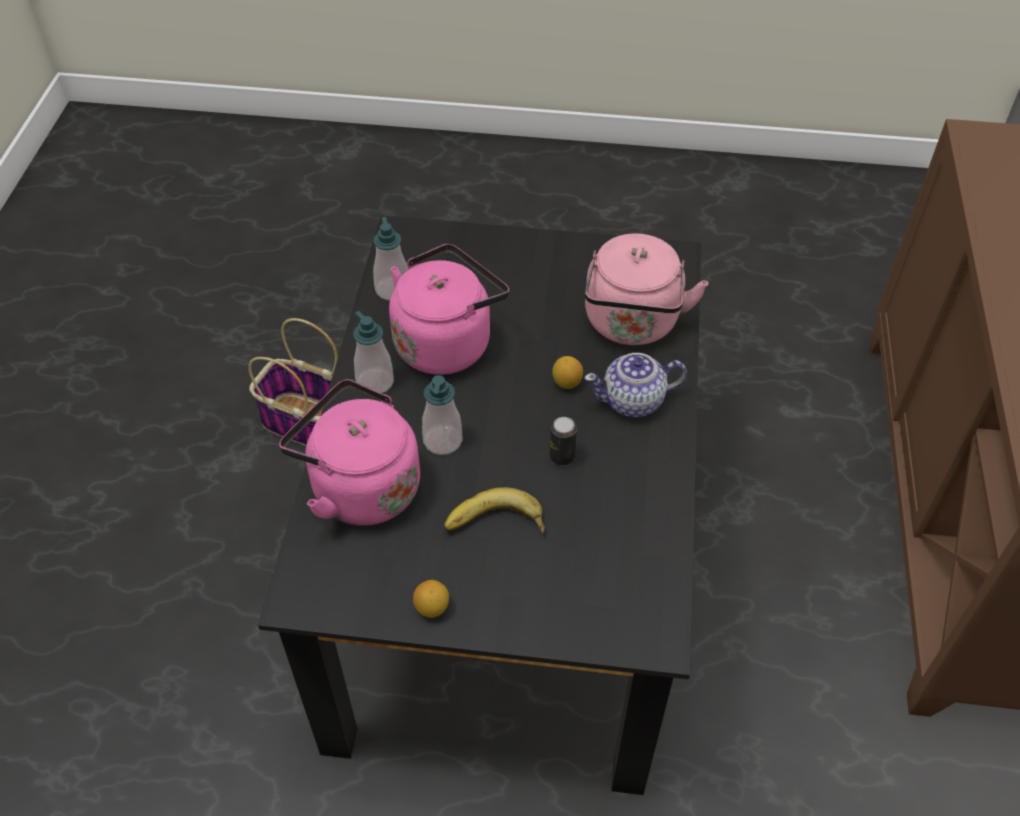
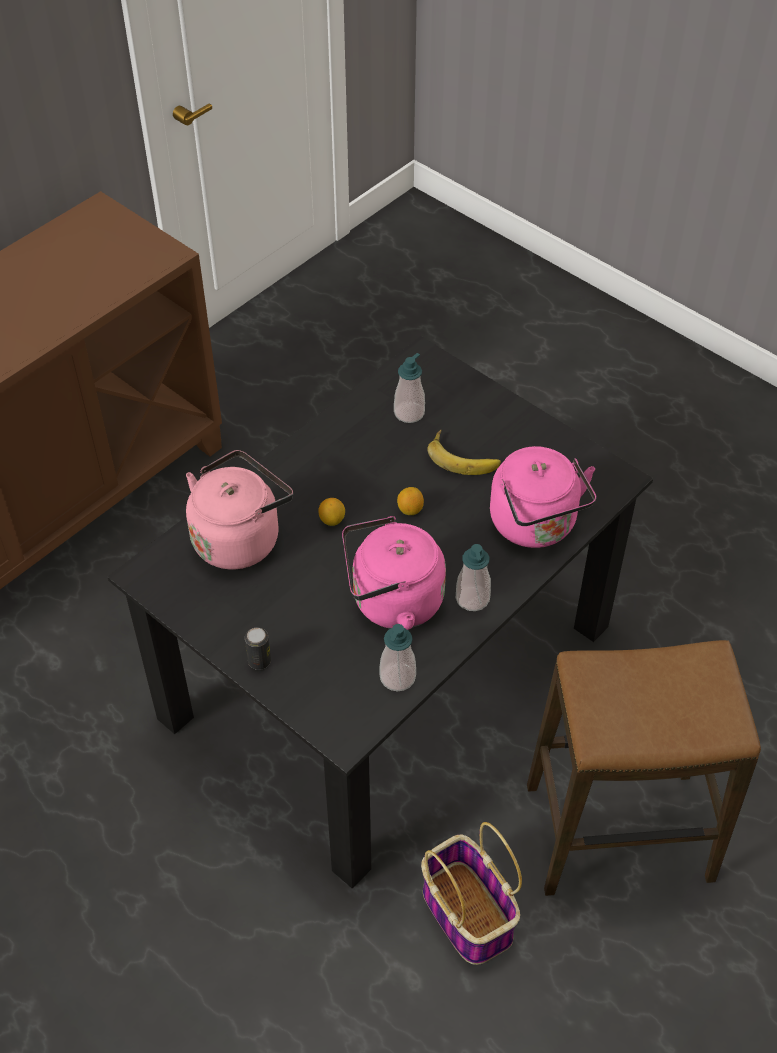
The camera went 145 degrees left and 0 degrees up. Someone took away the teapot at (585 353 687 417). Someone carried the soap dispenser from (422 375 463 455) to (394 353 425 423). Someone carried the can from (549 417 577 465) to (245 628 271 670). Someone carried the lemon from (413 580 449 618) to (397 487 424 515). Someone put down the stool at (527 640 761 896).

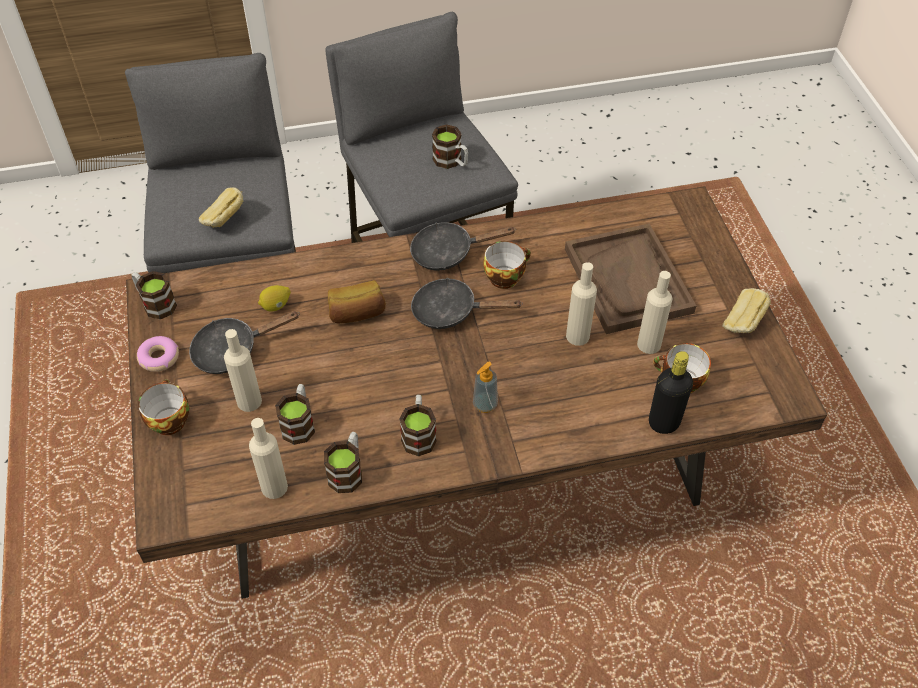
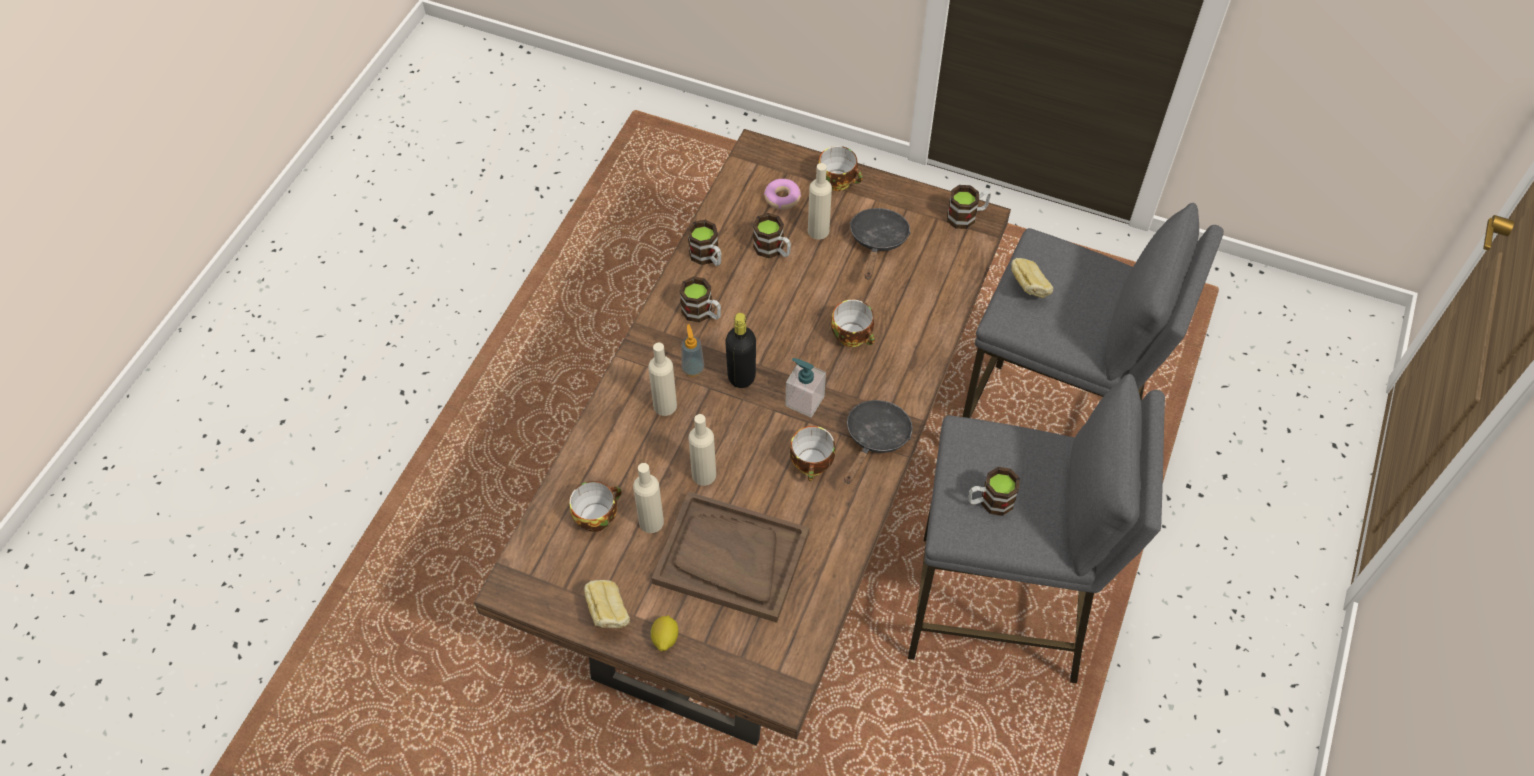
The camera went 125 degrees right and 5 degrees up. Someone swapped the frying pan (black) at (411 278 523 329) for the soap dispenser at (786 358 826 417). Someone swapped the bread at (328 280 386 324) for the cup at (831 299 875 347). Someone carried the lemon from (258 285 291 311) to (651 615 678 651). Someone carried the donut from (137 336 179 372) to (764 179 801 210). Someone carried the bottle (black) from (649 351 693 434) to (725 313 756 388). Someone carried the bottle (beige) from (249 418 288 499) to (648 343 677 416).

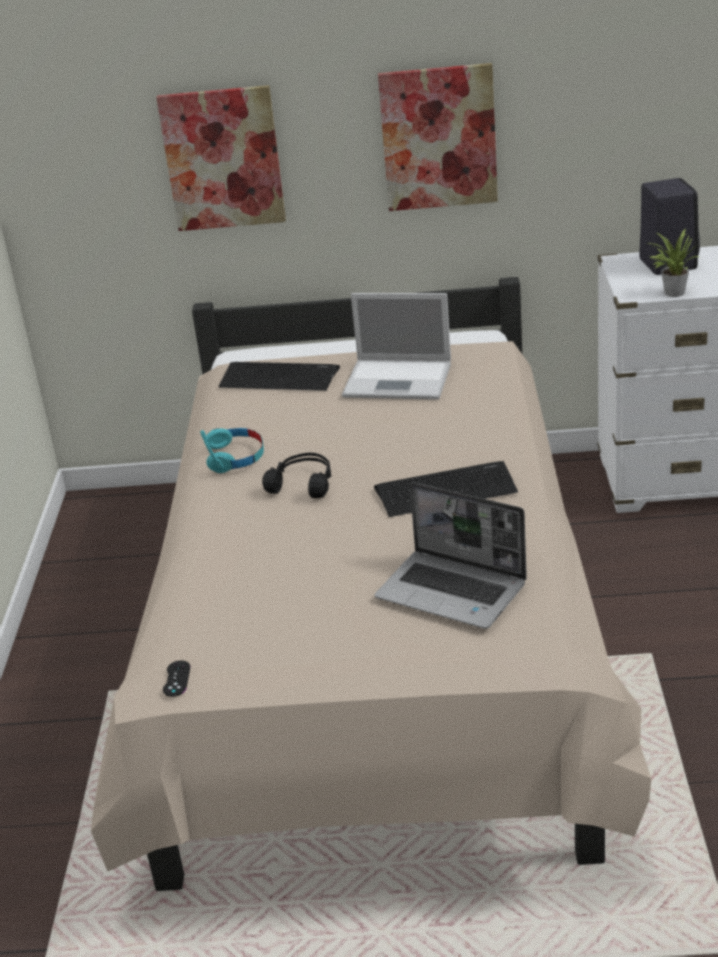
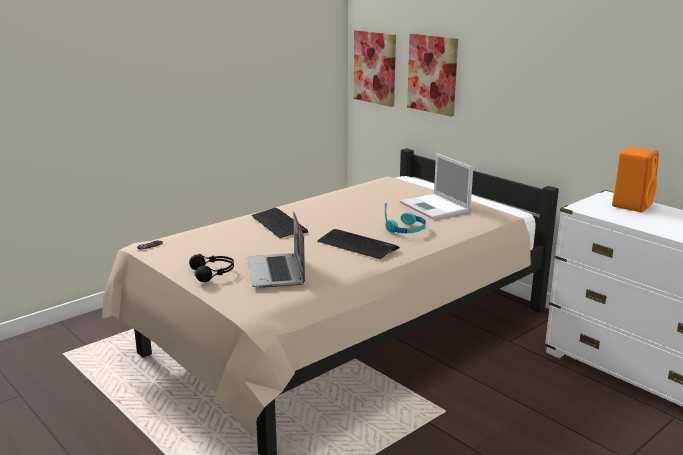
The camera went 45 degrees right and 10 degrees down. Someone carried the picture from (378 63 498 211) to (354 30 396 107). Someone repainted the speaker (black) at (639 178 700 275), which became the speaker (orange) at (612 146 659 212). Someone took away the potted plant at (646 229 699 297). Someone carried the keyboard from (219 362 340 391) to (252 208 308 238). Someone carried the headphones (turquoise) from (200 428 264 473) to (385 203 426 233). Someone carried the headphones (black) from (262 453 331 498) to (189 254 234 282).

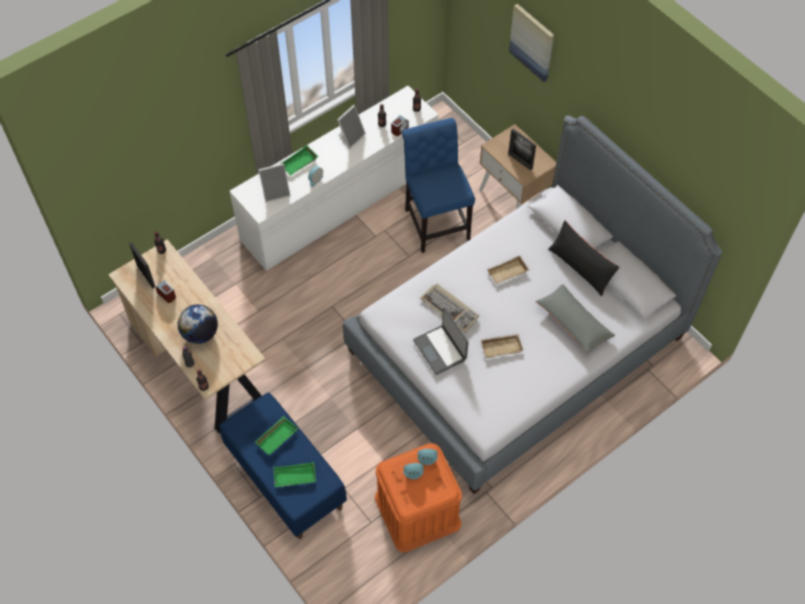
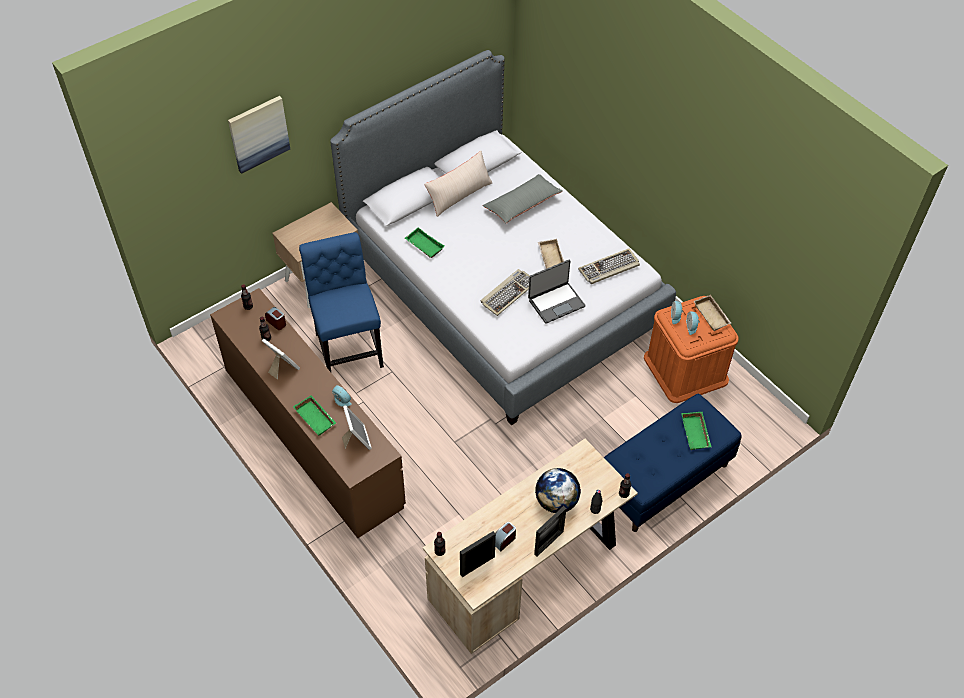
The camera went 90 degrees left and 5 degrees down. Someone repainted the dresser (white) at (230 86 439 271), which became the dresser (brown) at (210 288 406 538). Someone rotated the chair (blue) at (402 118 475 253) by 90 degrees clockwise. Someone carried the picture frame from (508 129 536 170) to (534 506 567 557). Someone repainted the pillow (black) at (549 220 619 296), which became the pillow (beige) at (424 151 492 217). Someone carried the tray (beige) from (487 255 529 285) to (694 295 732 331). Someone carried the tray (green) from (255 416 298 455) to (405 227 444 258). Someone put down the keyboard at (578 249 640 284).

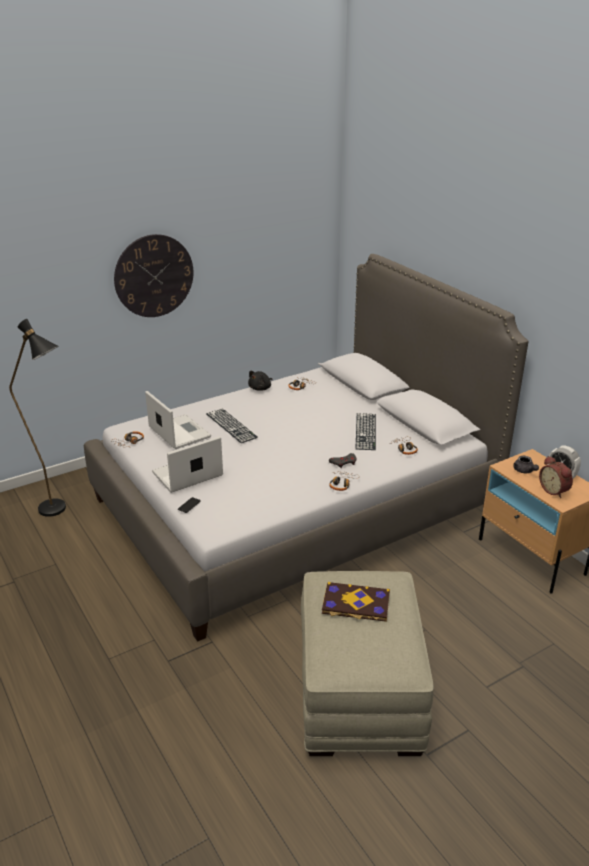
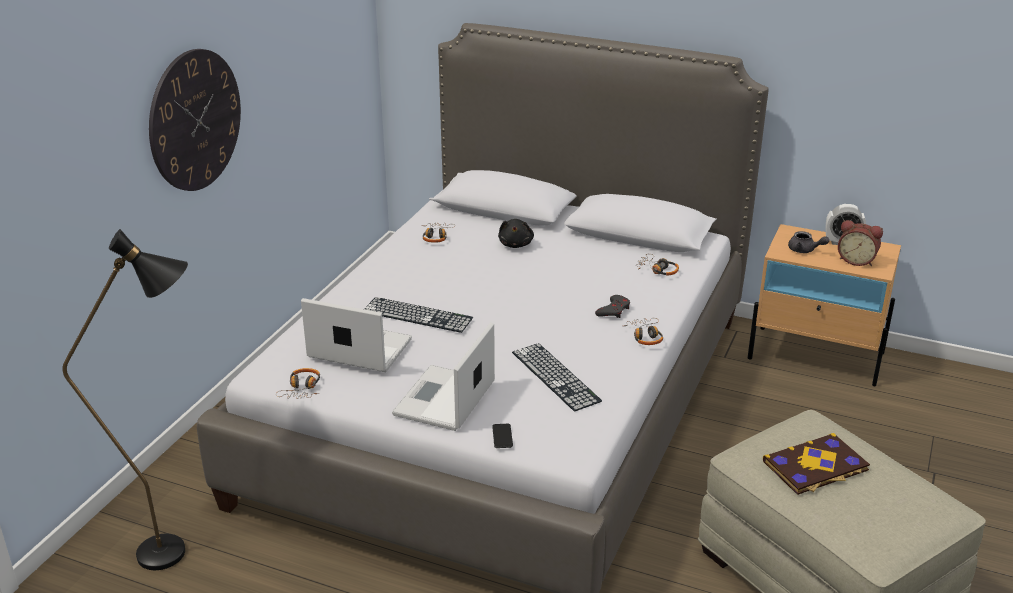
The camera went 35 degrees left and 0 degrees up. Someone carried the plush toy (black) from (248 371 273 391) to (498 219 534 248). Someone carried the keyboard from (355 413 376 450) to (512 343 602 411).

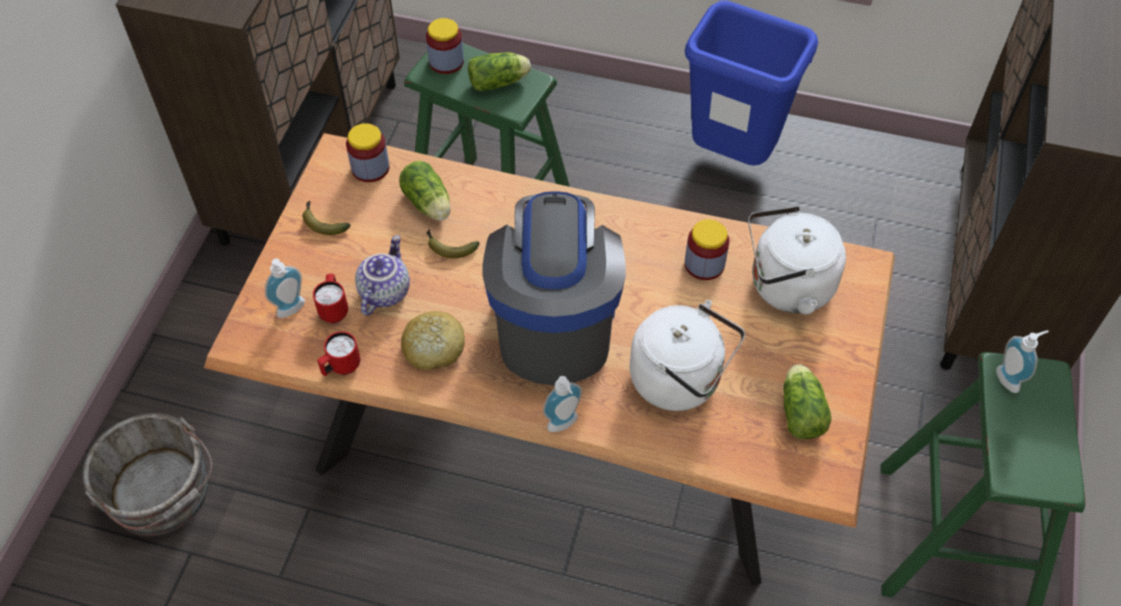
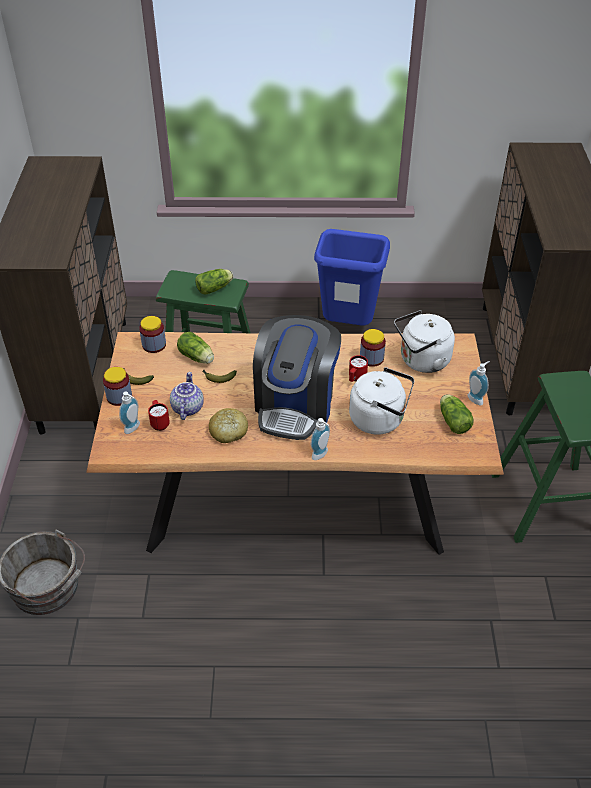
The camera went 15 degrees left and 10 degrees down. Someone carried the jar from (426 18 464 74) to (103 367 132 406). Someone rotated the coffee machine at (482 192 626 385) by 150 degrees counterclockwise. Someone carried the soap dispenser from (996 330 1049 393) to (468 361 490 405). Someone carried the mug (red) from (317 331 360 376) to (349 355 368 382).

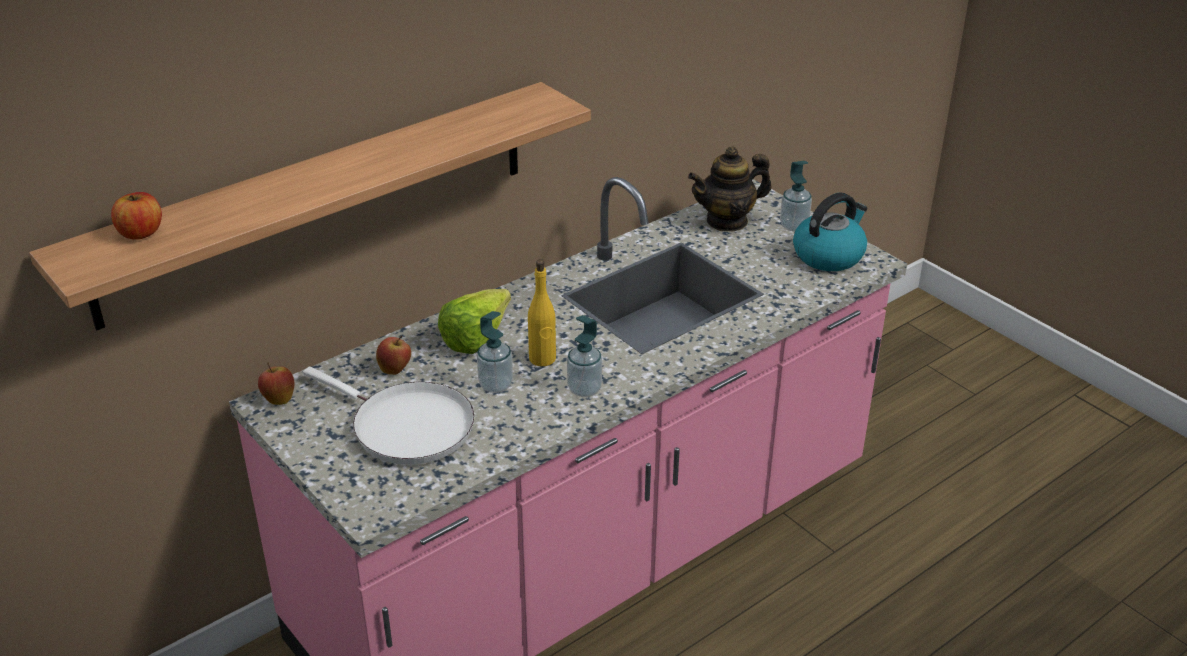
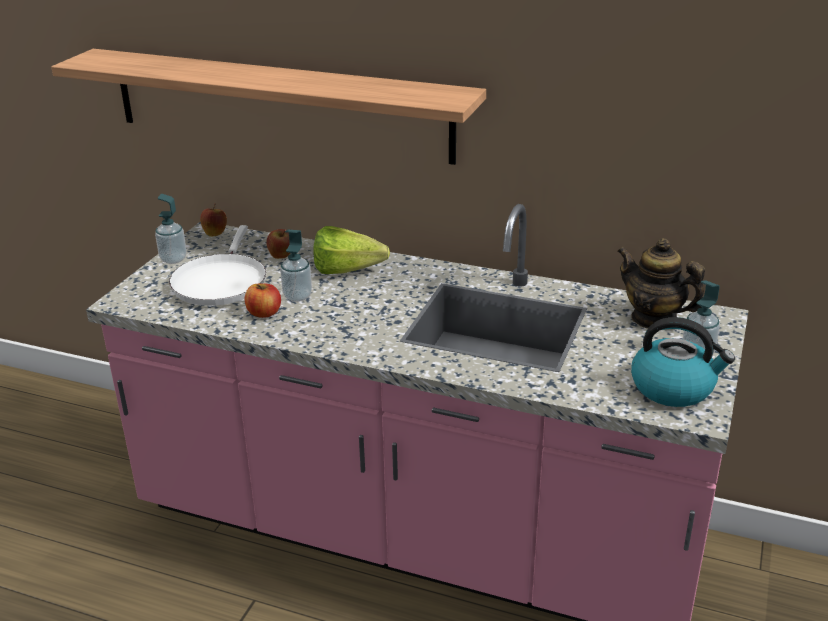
The camera went 60 degrees right and 5 degrees down. Someone carried the apple from (111 192 162 240) to (245 283 281 318). Someone took away the bottle (yellow) at (528 259 556 366). Someone carried the soap dispenser from (567 315 602 397) to (155 194 187 264).

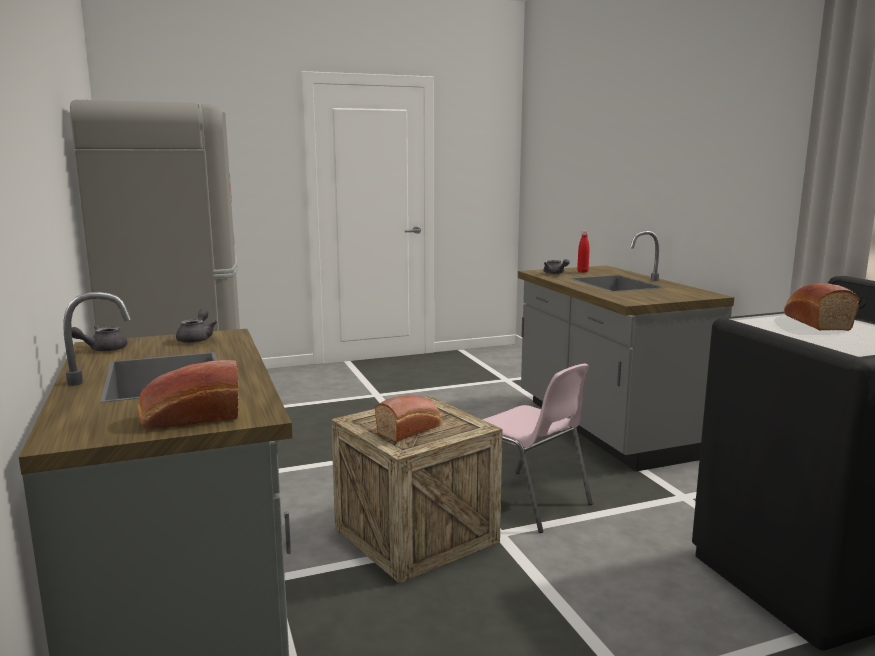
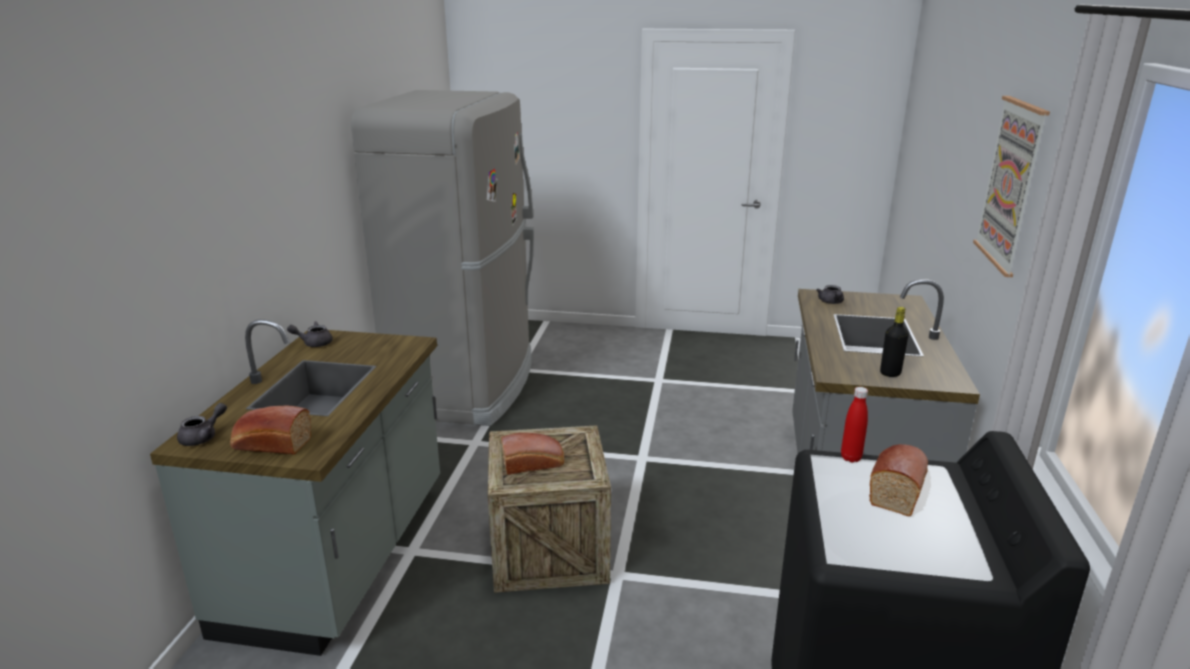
The camera went 30 degrees right and 10 degrees up. Someone carried the bottle (red) from (577 231 589 273) to (841 387 868 462). Someone carried the teapot (grey) from (176 309 217 343) to (177 403 227 446). Someone took away the chair (pink) at (482 364 593 533). Someone put up the picture at (973 96 1050 277). Someone put down the bottle (black) at (880 307 909 377).

